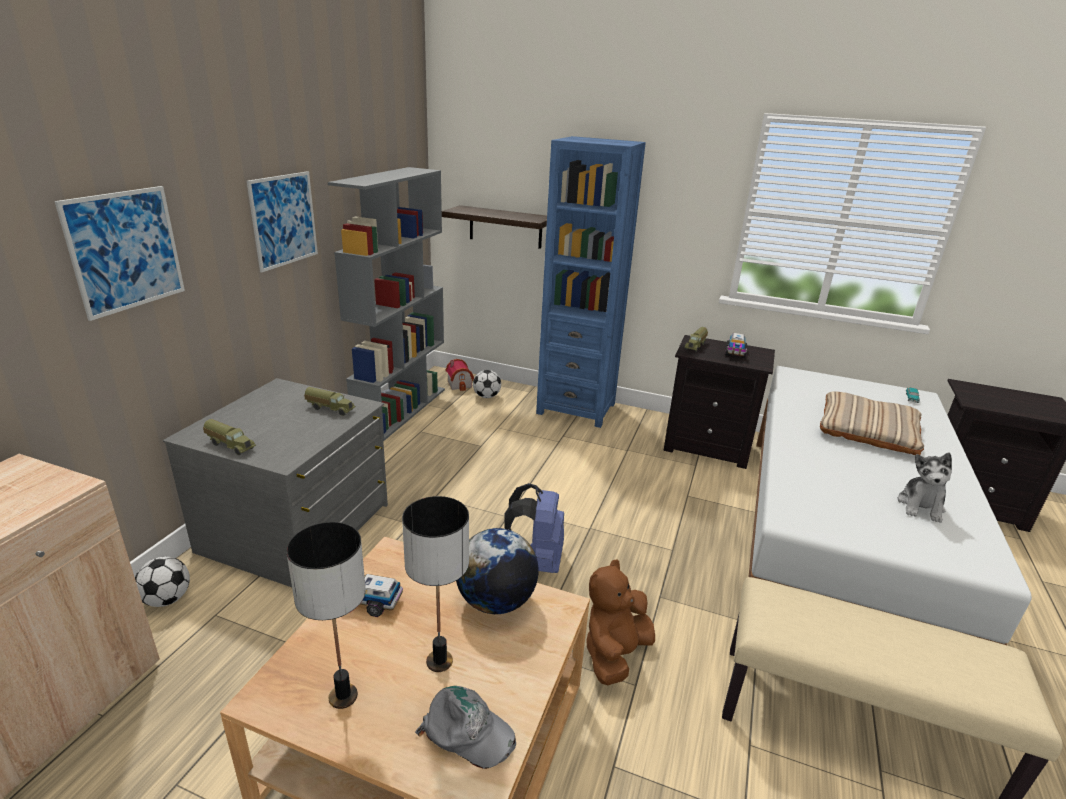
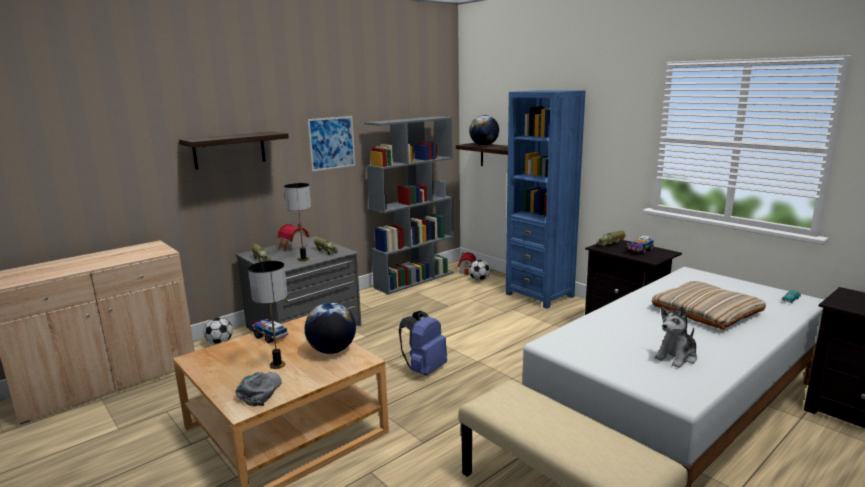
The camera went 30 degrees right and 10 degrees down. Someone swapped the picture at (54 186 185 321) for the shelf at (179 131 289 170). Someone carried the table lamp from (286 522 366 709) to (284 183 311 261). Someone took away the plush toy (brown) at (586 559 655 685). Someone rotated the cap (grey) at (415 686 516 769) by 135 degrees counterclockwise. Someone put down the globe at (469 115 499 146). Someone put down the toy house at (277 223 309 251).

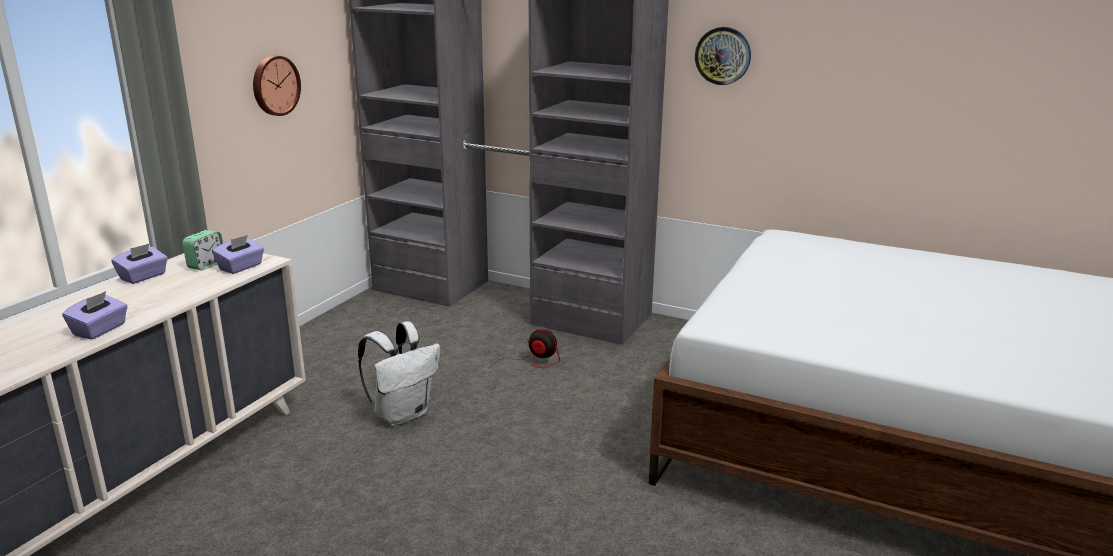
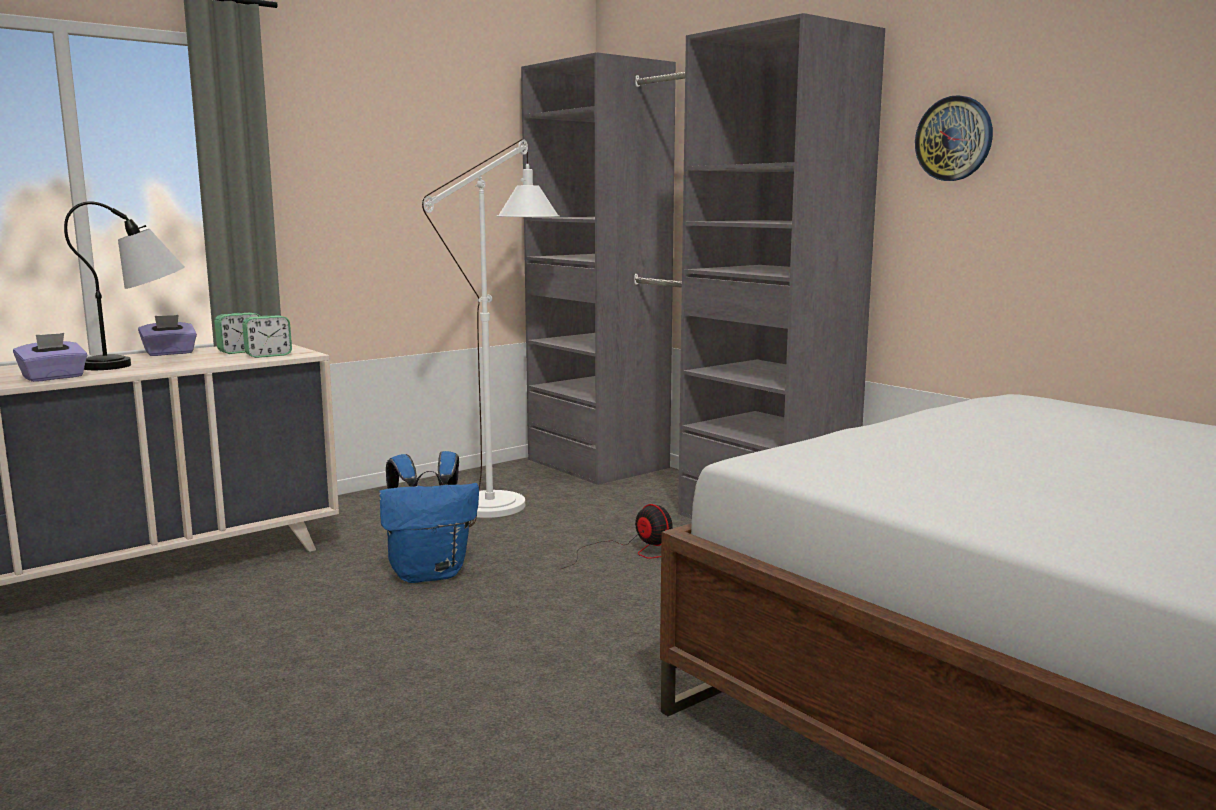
The camera went 25 degrees right and 10 degrees down. Someone took away the wall clock at (253 56 301 116). Someone swapped the tissue box (purple) at (212 235 264 274) for the alarm clock at (242 315 292 358). Someone repainted the backpack (white) at (358 322 440 426), which became the backpack (blue) at (379 451 479 583). Someone put down the floor lamp (white) at (422 139 560 527). Someone put down the table lamp at (64 201 184 370).

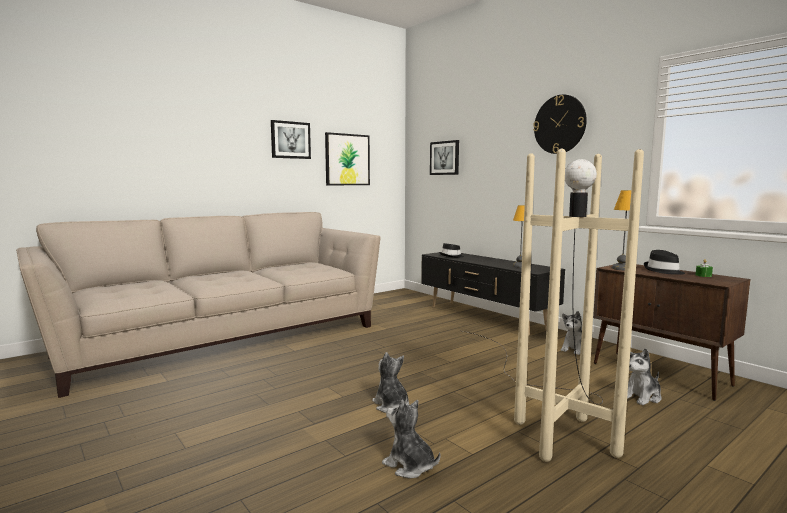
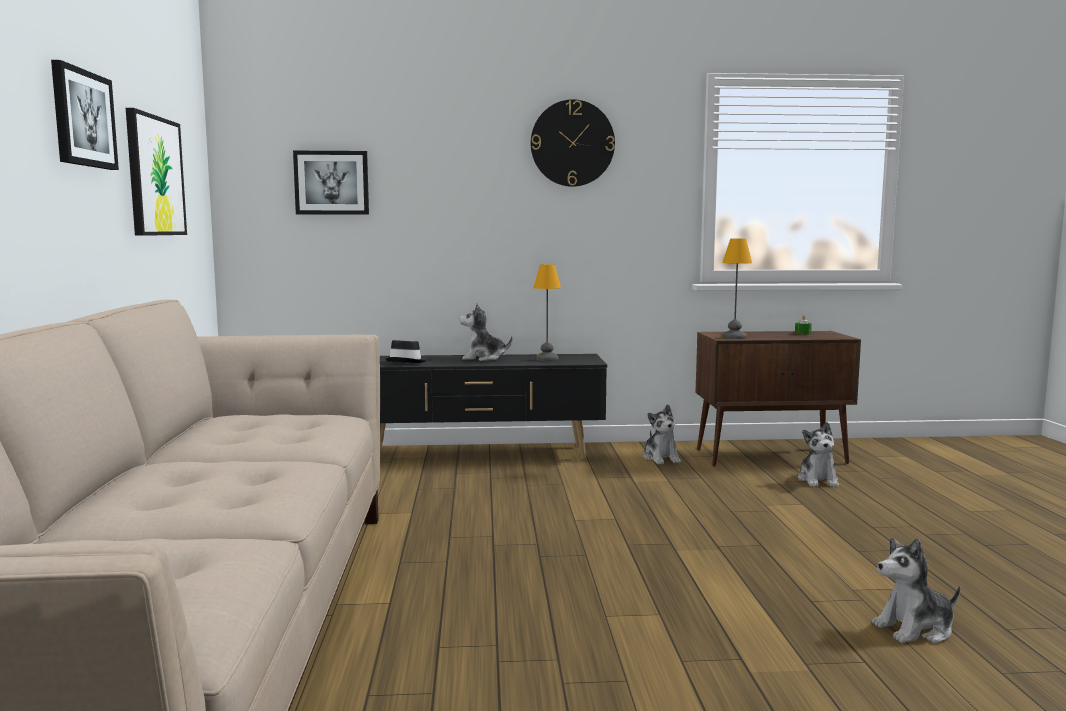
The camera went 55 degrees left and 0 degrees up. Someone took away the floor lamp (beige) at (459 149 644 462). Someone took away the hat (black) at (644 250 685 275). Someone carried the plush toy from (372 352 409 413) to (459 303 513 361).

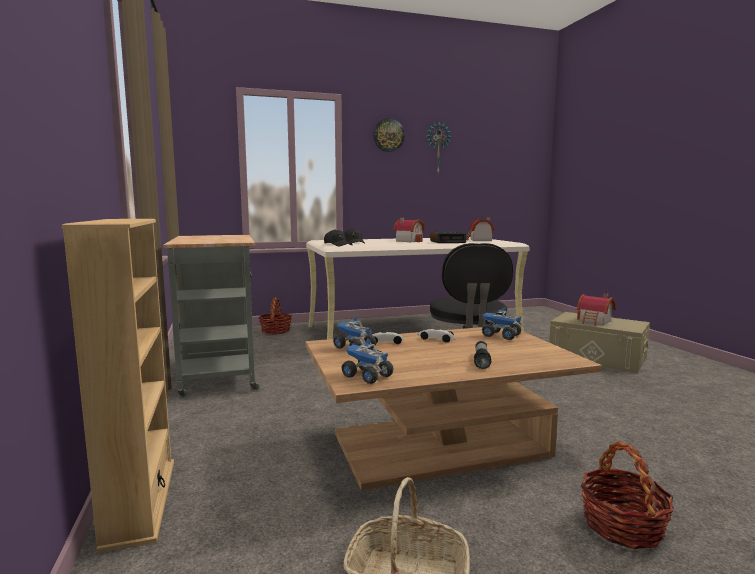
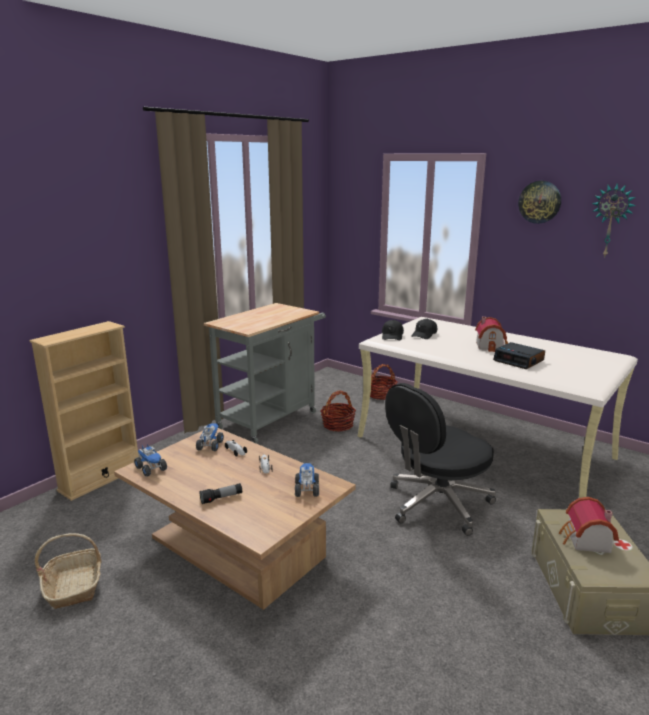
The camera went 55 degrees right and 10 degrees up. Someone took away the toy house at (466 217 494 241). Someone rotated the toy truck at (342 339 394 384) by 135 degrees clockwise. Someone carried the basket from (581 441 674 549) to (321 391 356 432).

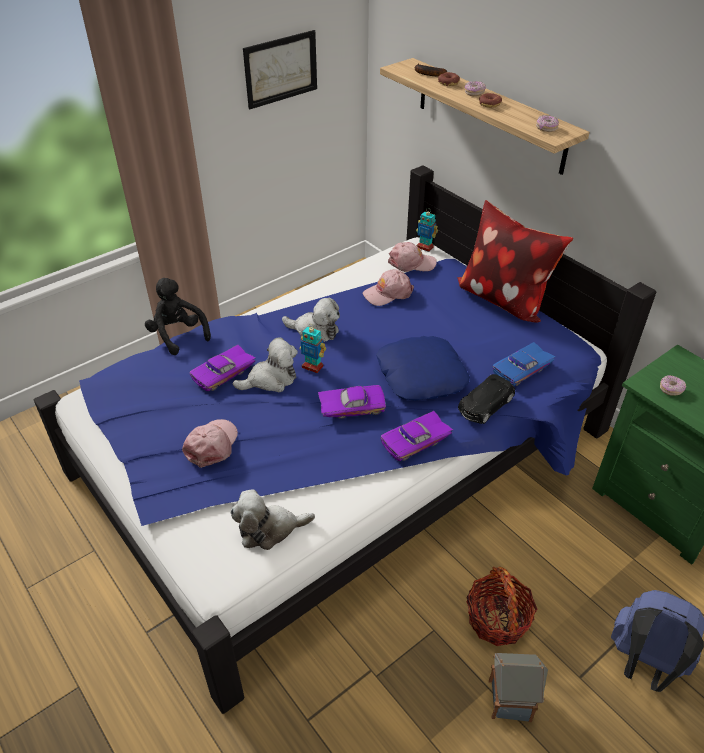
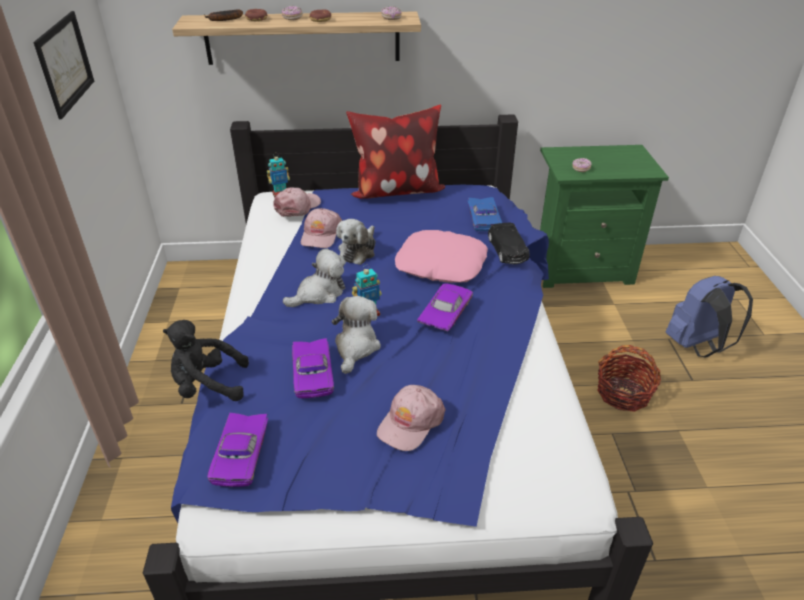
The camera went 55 degrees left and 5 degrees down. Someone repainted the pillow (blue) at (376 336 470 401), which became the pillow (pink) at (395 230 488 283). Someone carried the toy car (purple) from (381 411 453 461) to (207 413 269 487). Someone rotated the cap (pink) at (182 419 238 468) by 105 degrees counterclockwise. Someone carried the plush toy from (230 489 315 550) to (336 219 375 265). Someone took away the toy house at (489 653 548 722).

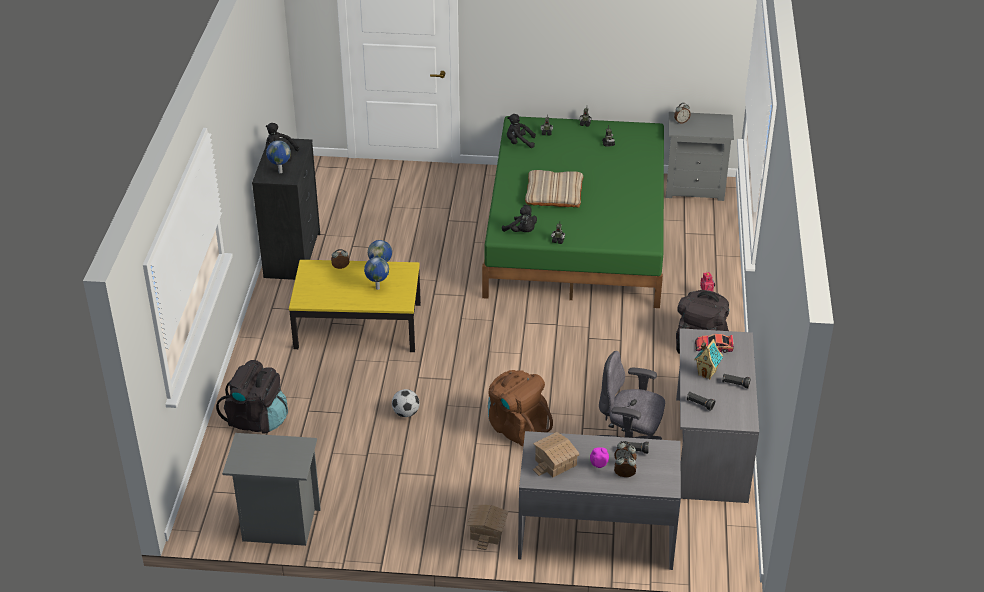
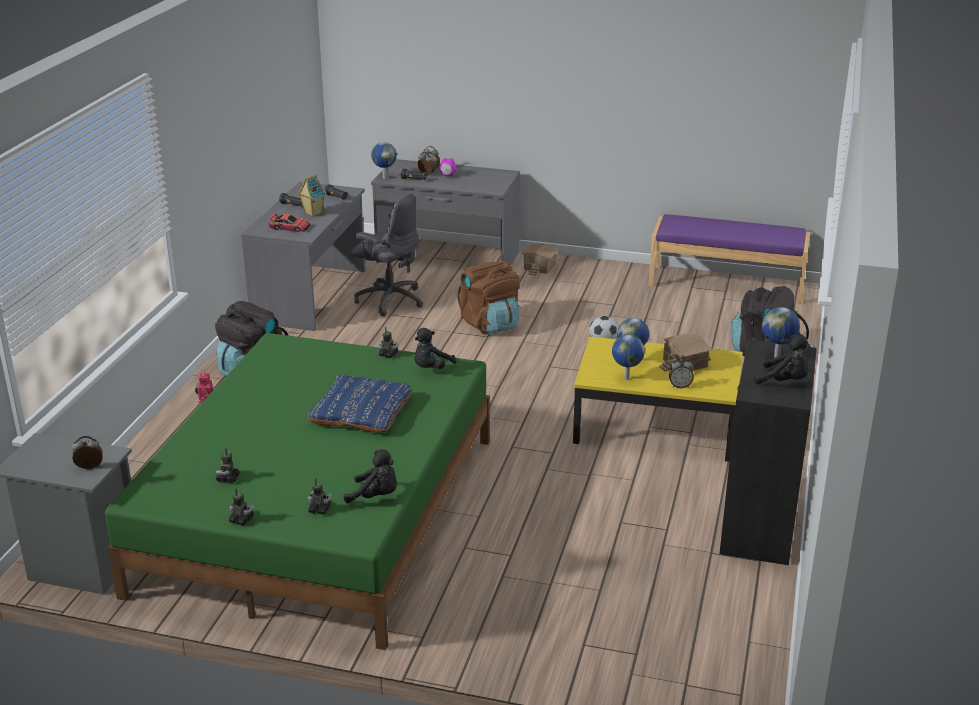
The camera went 170 degrees left and 10 degrees down. Someone repainted the pillow (beige) at (525 170 583 208), which became the pillow (blue) at (308 375 412 433). Someone rotated the plush toy (black) at (502 205 537 232) by 105 degrees counterclockwise. Someone carried the toy house from (533 432 579 477) to (659 333 712 371). Someone swapped the nightstand (grey) at (222 433 321 546) for the bench (purple) at (649 214 810 304). Someone put down the globe at (371 142 397 179).

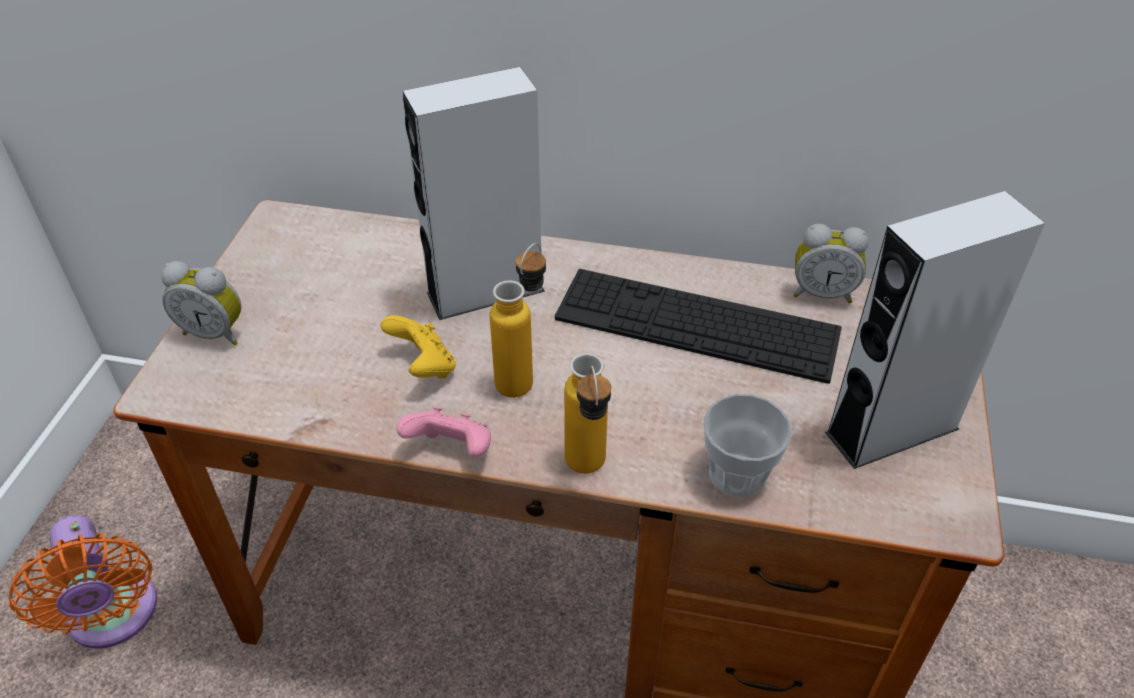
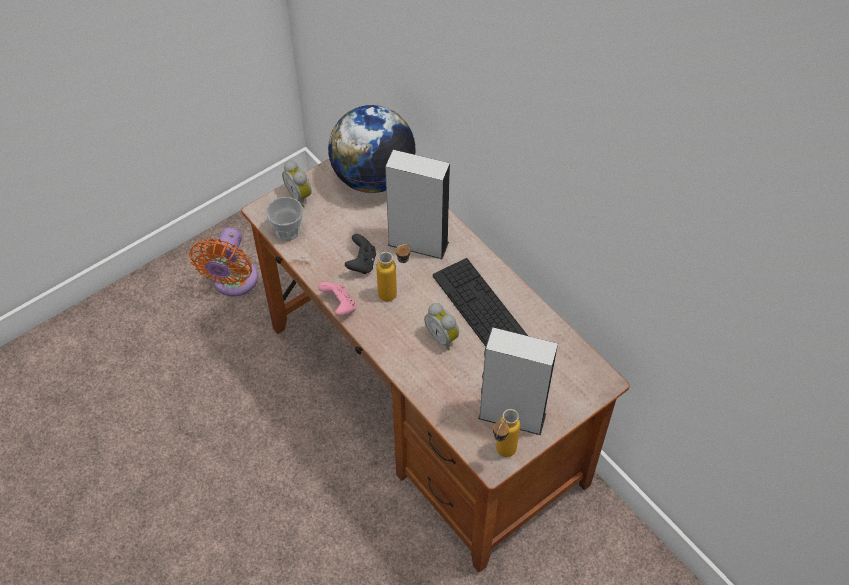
The camera went 40 degrees right and 10 degrees up. Someone carried the alarm clock from (793 224 869 304) to (424 303 459 350). Someone repainted the game controller (yellow) at (380 315 456 379), which became the game controller (black) at (345 234 376 274). Someone carried the bottle from (564 353 611 474) to (493 409 520 457). Someone carried the cup from (703 394 792 497) to (266 197 303 241). Someone put down the globe at (328 105 416 193).

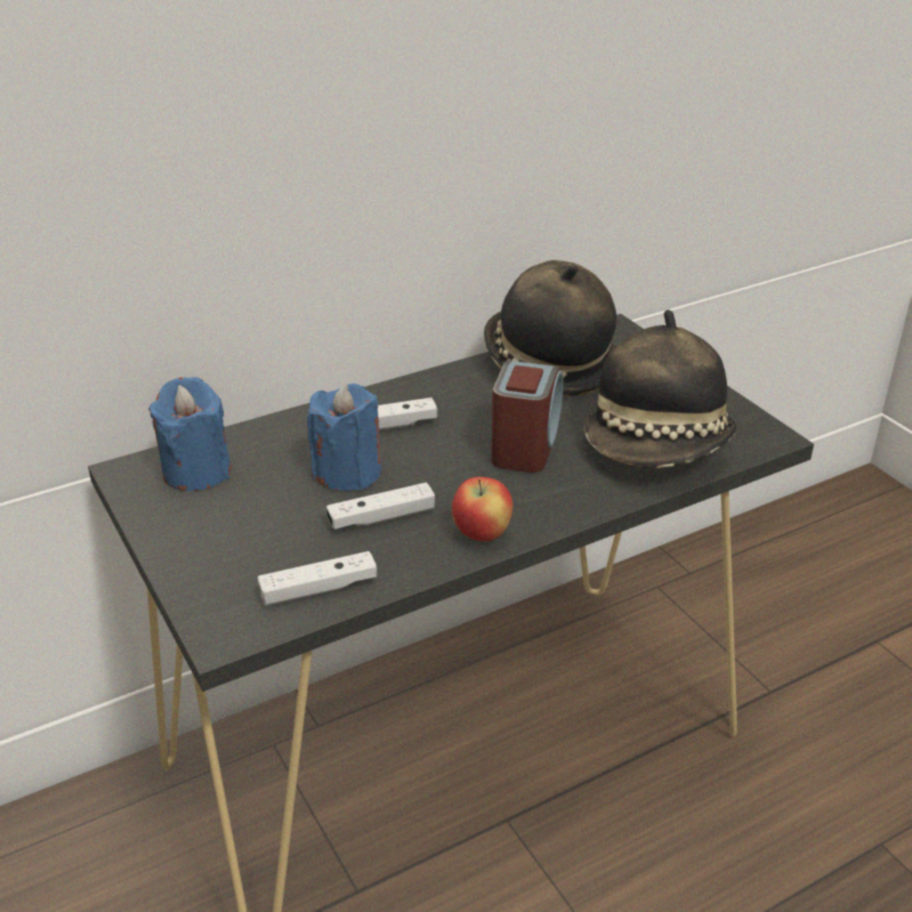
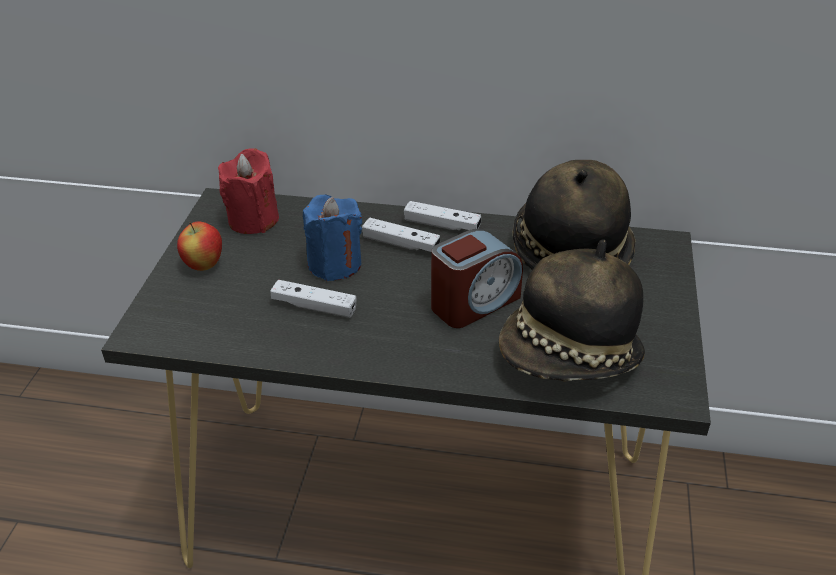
The camera went 40 degrees right and 5 degrees up. Someone repainted the candle (blue) at (148 377 231 491), which became the candle (red) at (218 149 279 234). Someone carried the apple from (452 477 513 542) to (177 221 222 271). Someone carried the game controller (white) from (258 551 377 606) to (404 201 481 231).

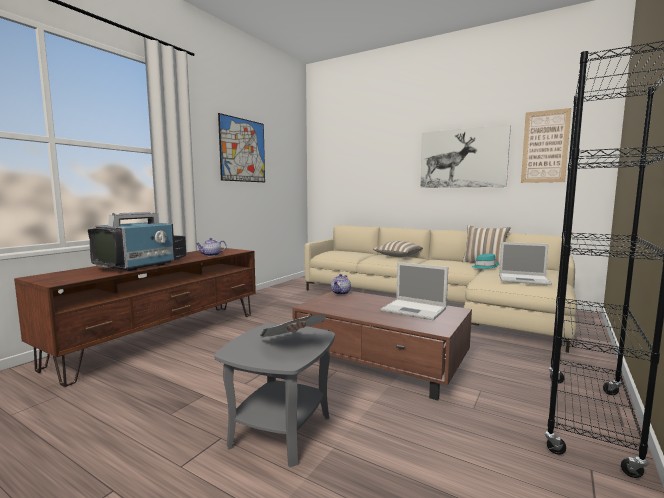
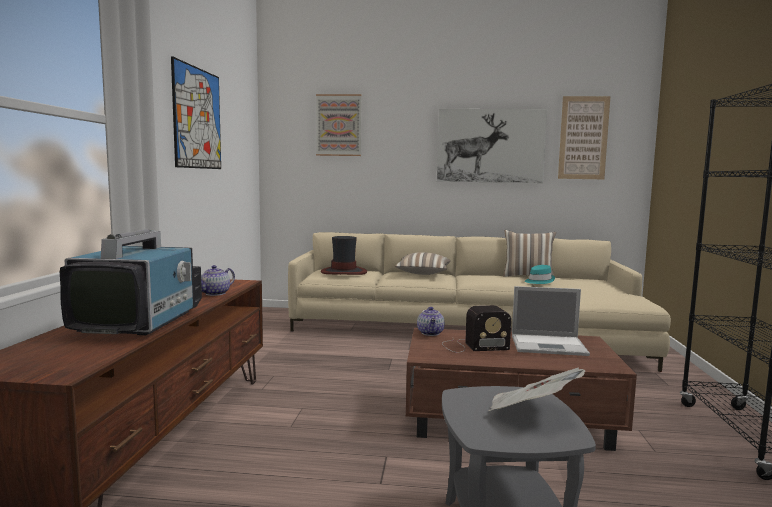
The camera went 25 degrees left and 0 degrees up. Someone took away the laptop at (499 242 552 285). Someone put up the picture at (316 94 362 156). Someone put down the hat at (321 236 367 275). Someone put down the radio at (442 305 511 353).

